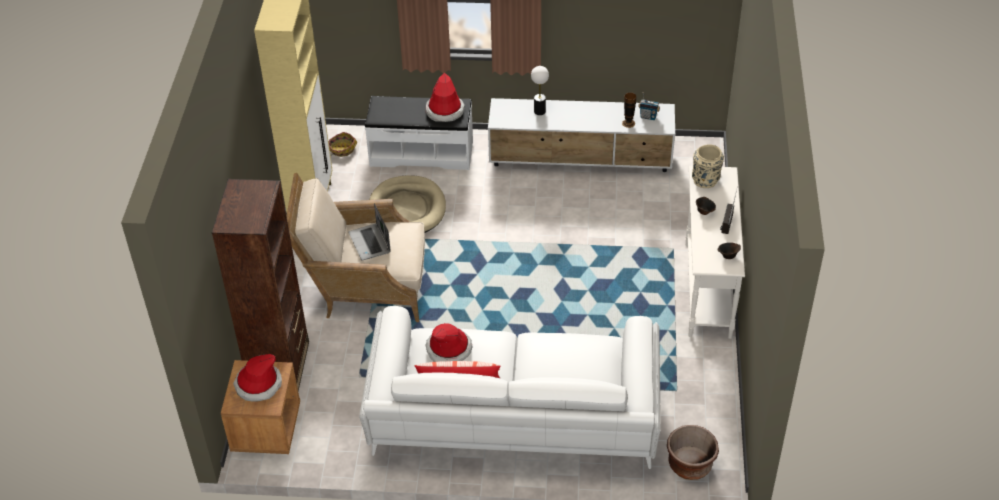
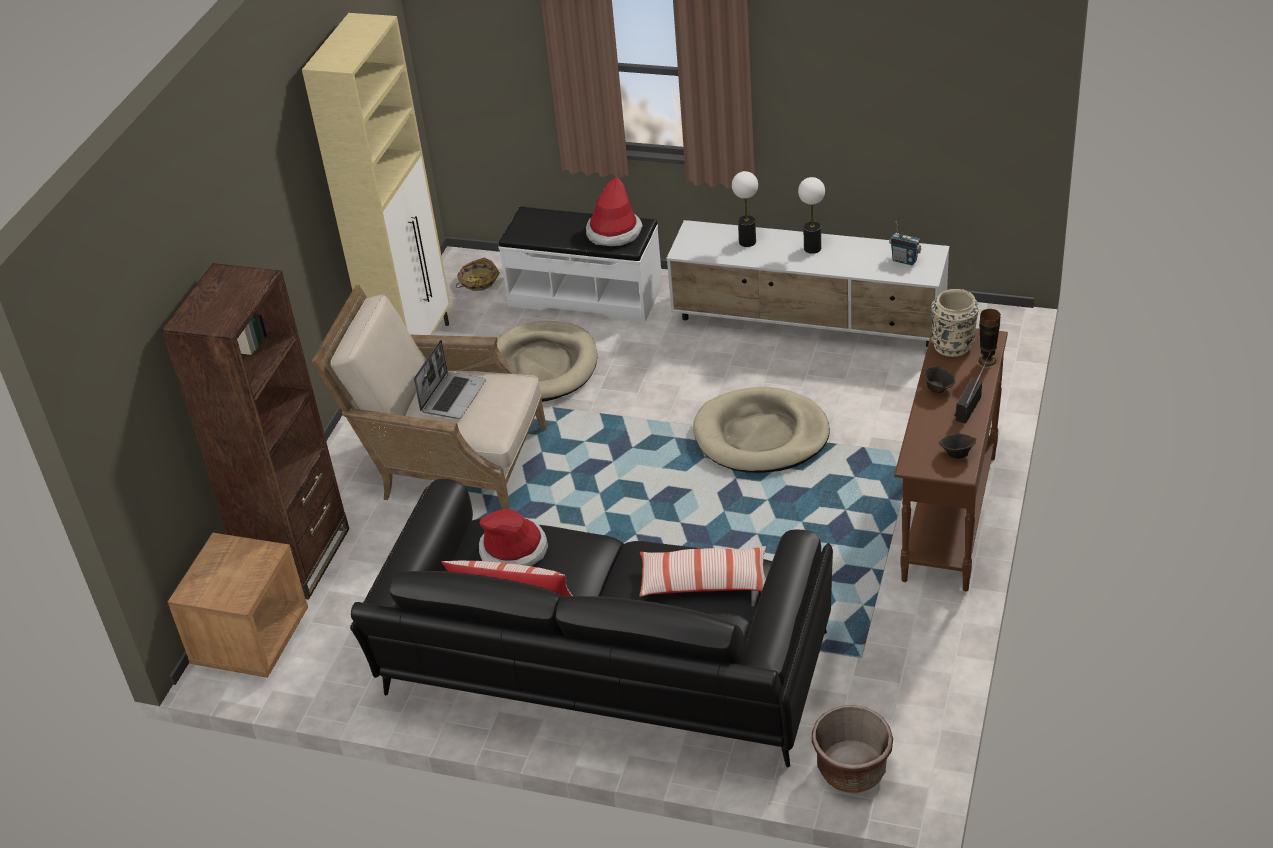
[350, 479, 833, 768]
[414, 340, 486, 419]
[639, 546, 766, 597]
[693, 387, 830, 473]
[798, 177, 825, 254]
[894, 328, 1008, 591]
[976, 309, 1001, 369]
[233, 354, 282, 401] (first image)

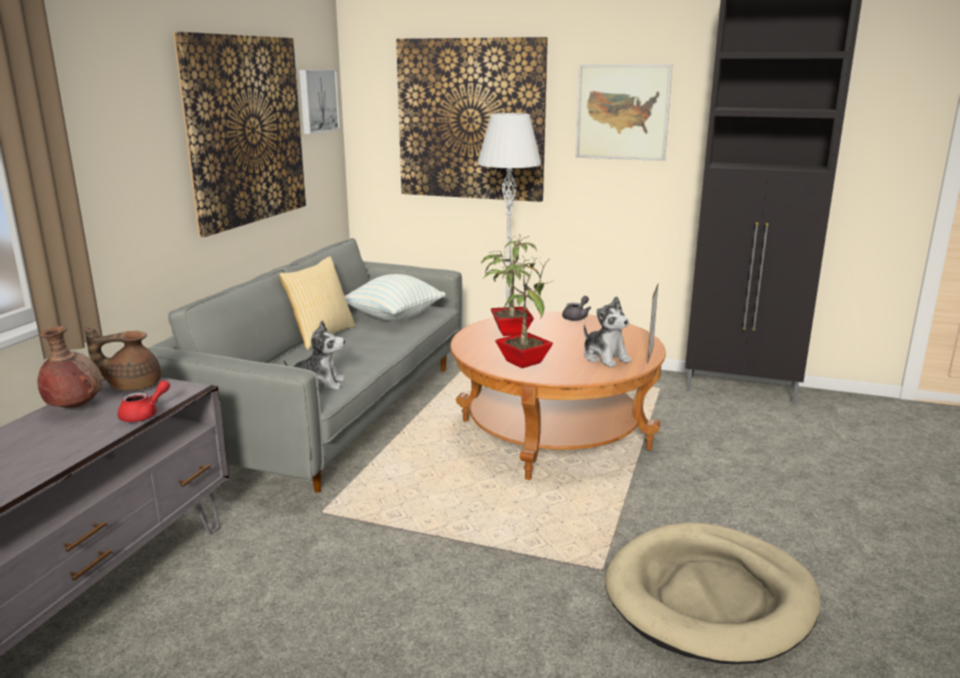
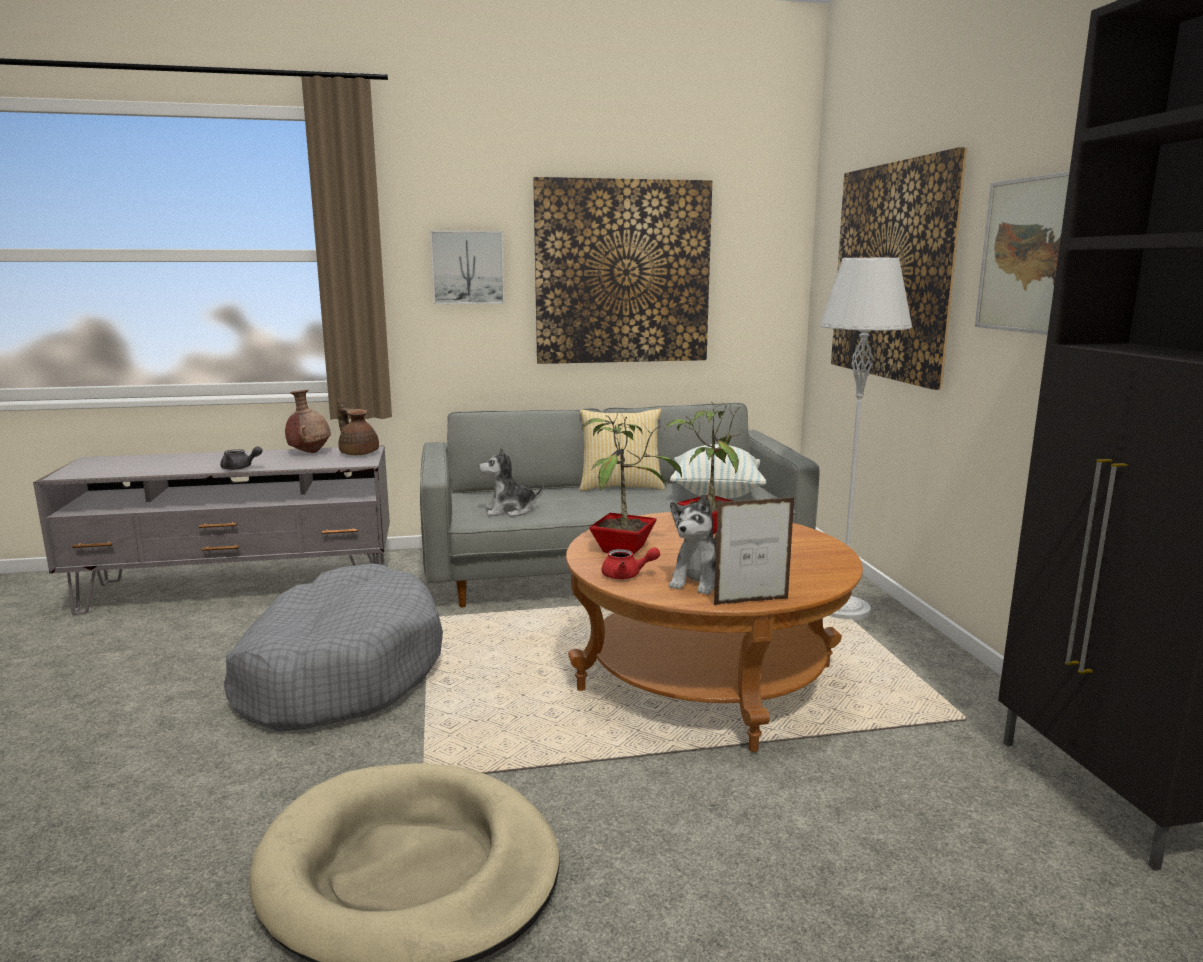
[220, 446, 262, 470]
[224, 563, 443, 732]
[430, 231, 505, 304]
[479, 447, 544, 517]
[601, 547, 660, 579]

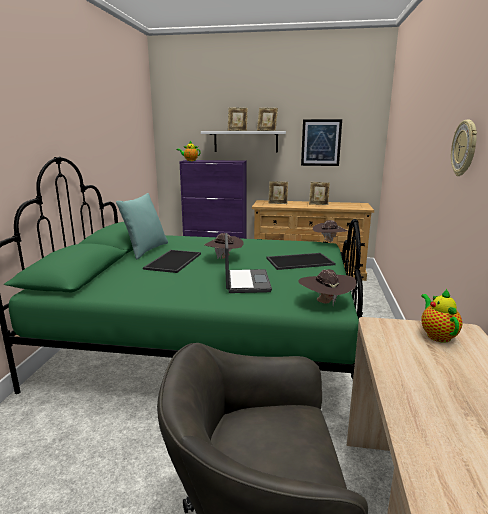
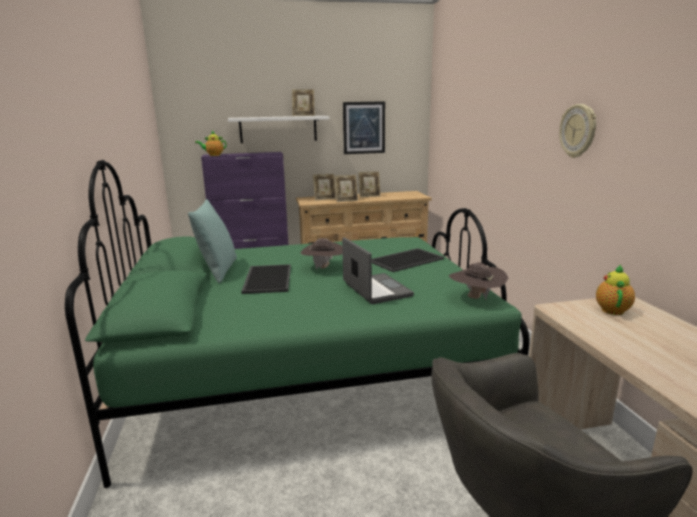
[334, 175, 358, 202]
[596, 264, 635, 315]
[313, 220, 347, 243] (first image)

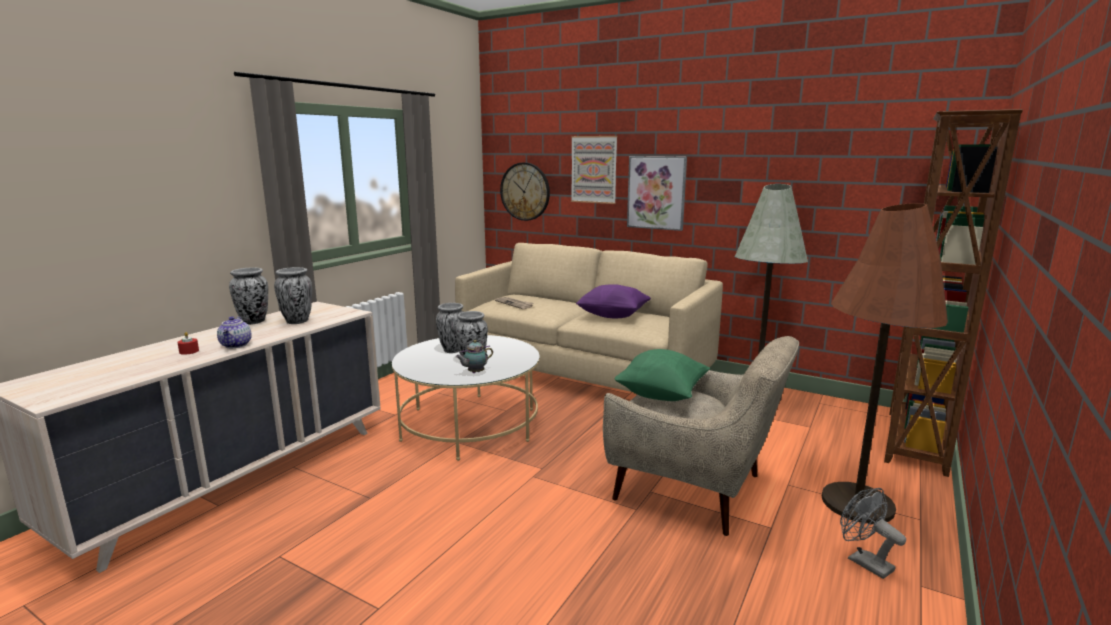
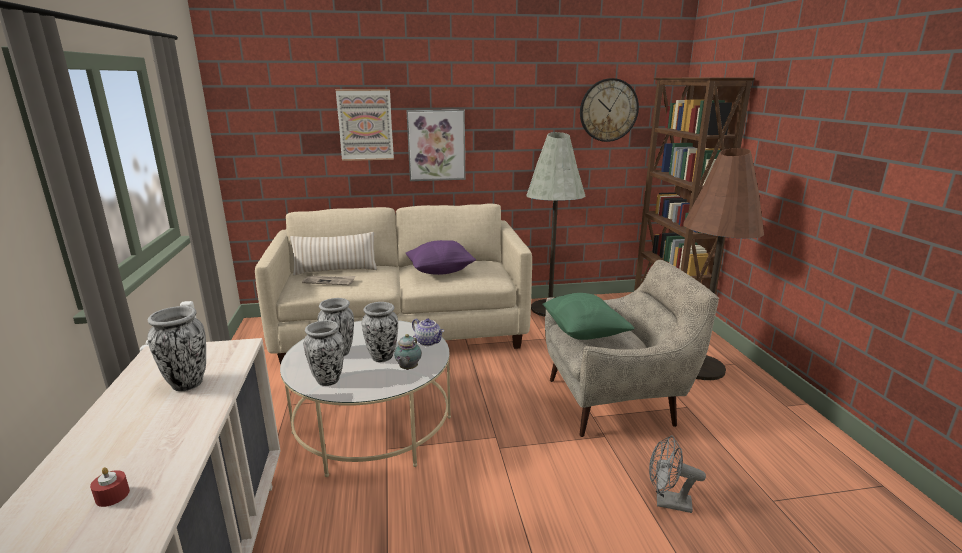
[290, 232, 377, 276]
[304, 320, 344, 386]
[412, 318, 444, 346]
[580, 78, 639, 142]
[649, 435, 706, 513]

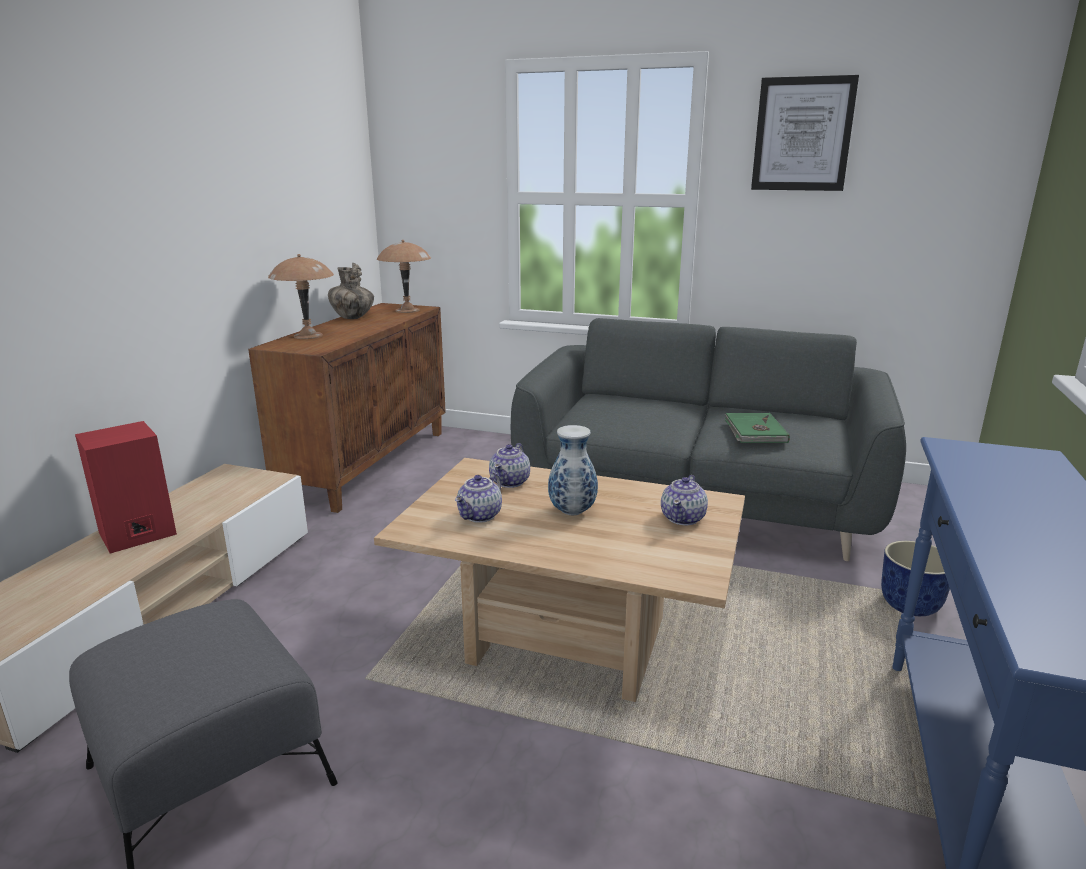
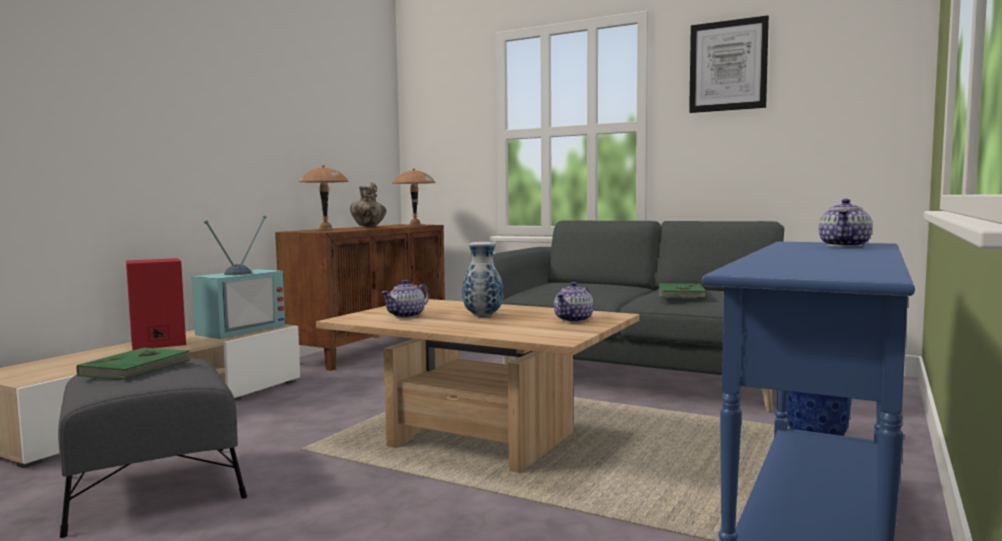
[76, 347, 194, 380]
[192, 215, 285, 339]
[819, 199, 872, 247]

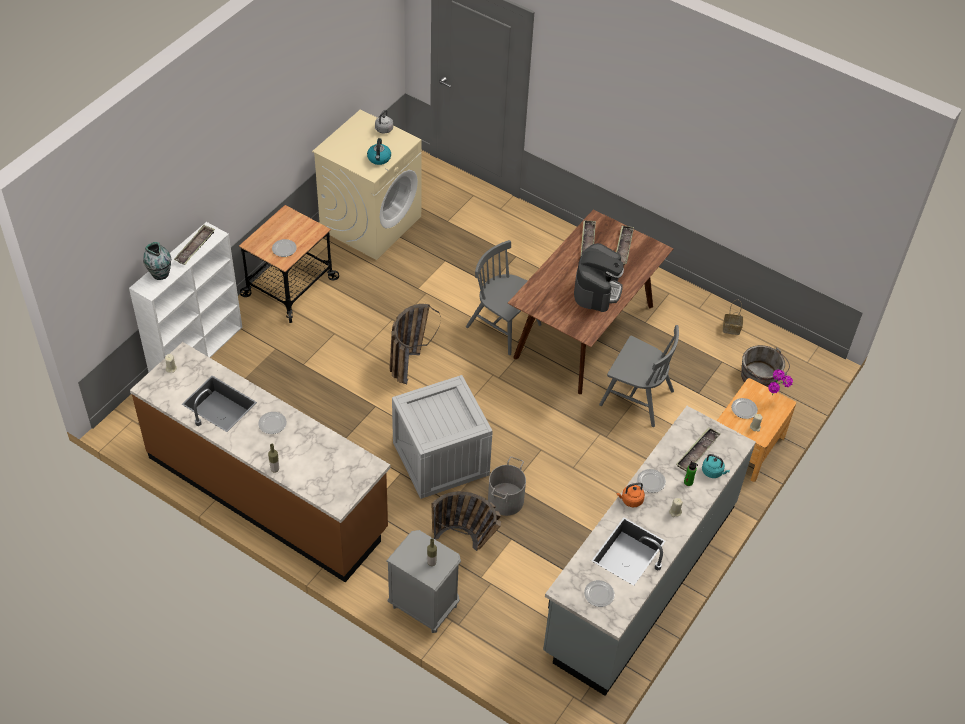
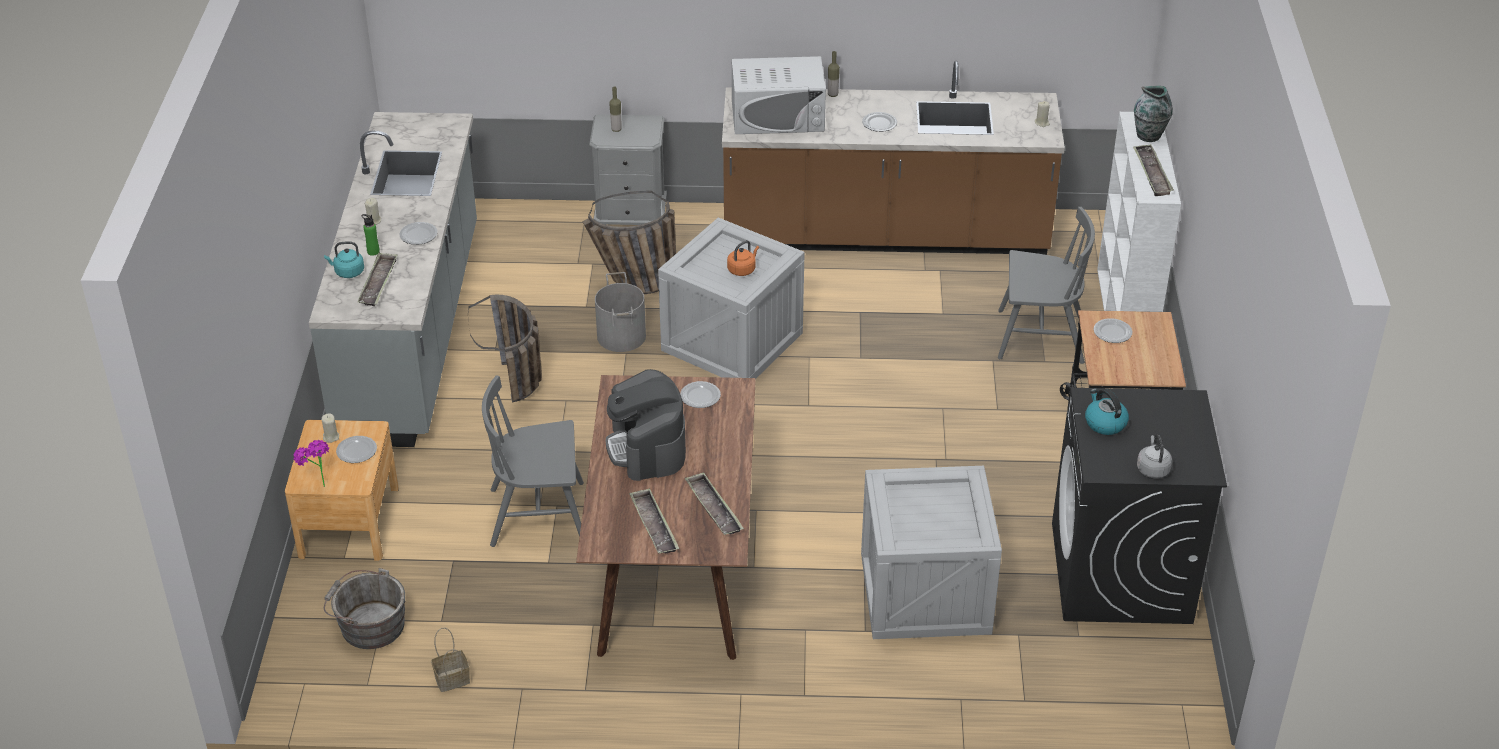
[468, 294, 542, 403]
[680, 381, 721, 408]
[727, 240, 759, 276]
[732, 56, 826, 134]
[861, 466, 1002, 639]
[998, 207, 1095, 364]
[1052, 388, 1227, 624]

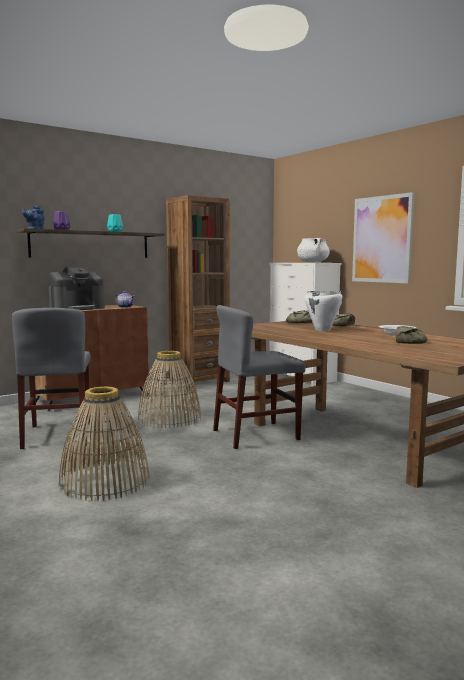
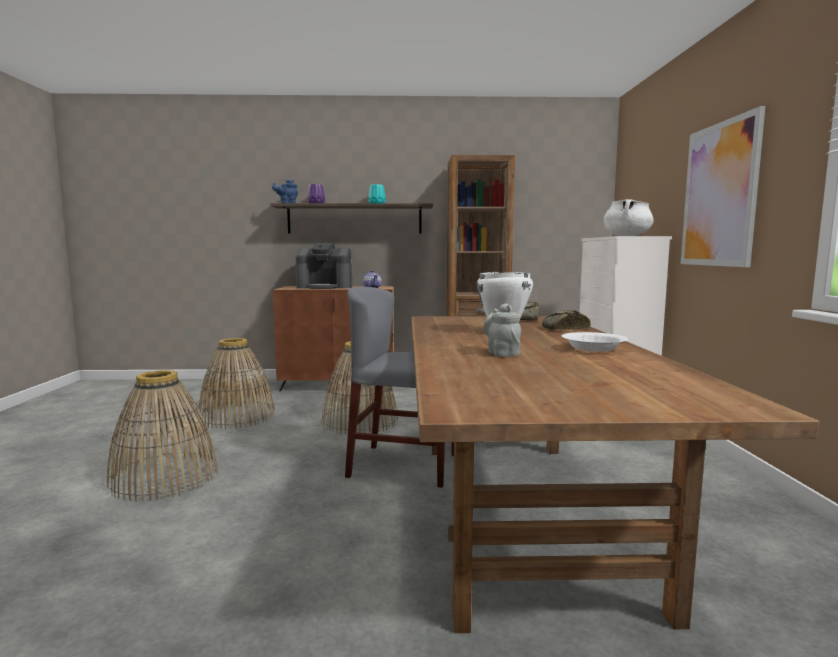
[197, 338, 275, 429]
[483, 303, 521, 357]
[395, 326, 427, 344] (first image)

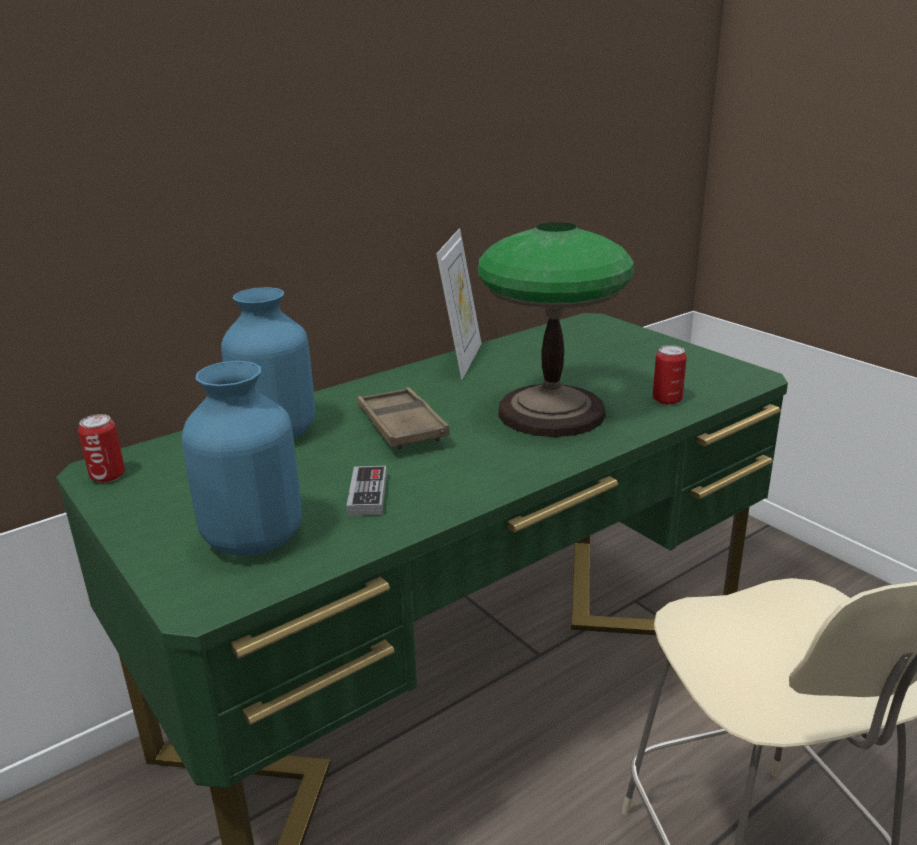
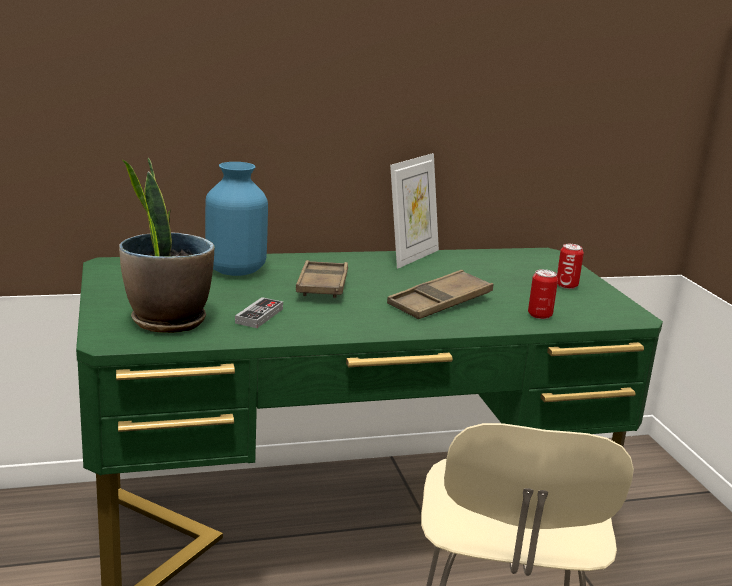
[119, 158, 214, 333]
[387, 270, 493, 319]
[557, 244, 584, 289]

